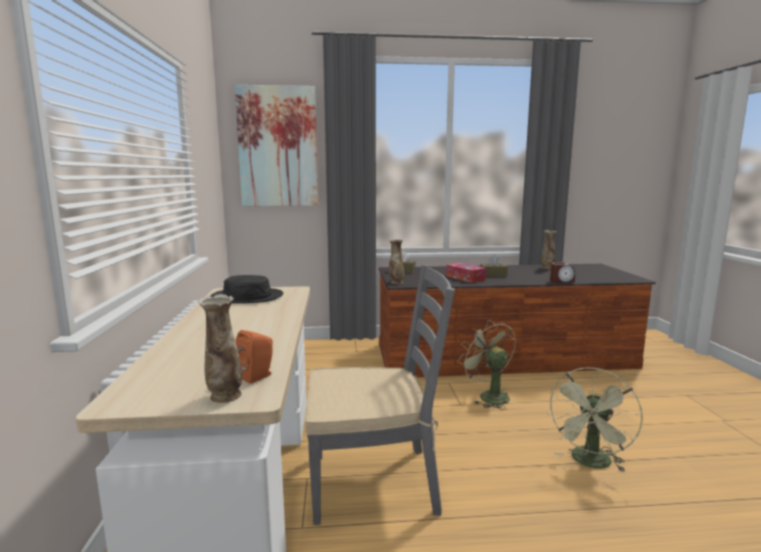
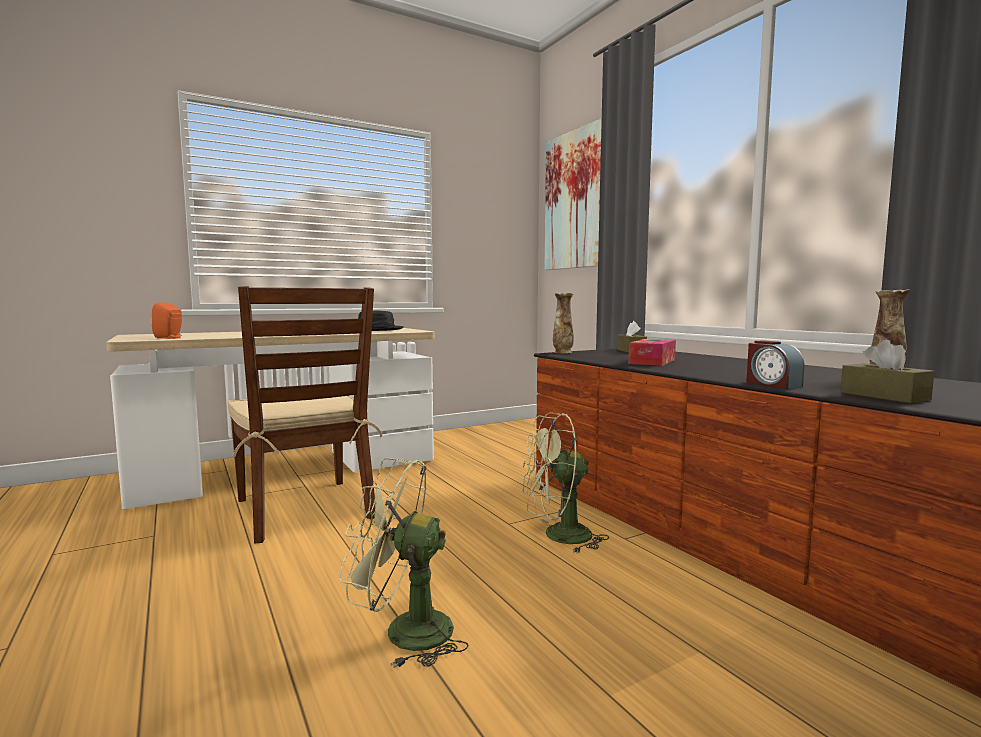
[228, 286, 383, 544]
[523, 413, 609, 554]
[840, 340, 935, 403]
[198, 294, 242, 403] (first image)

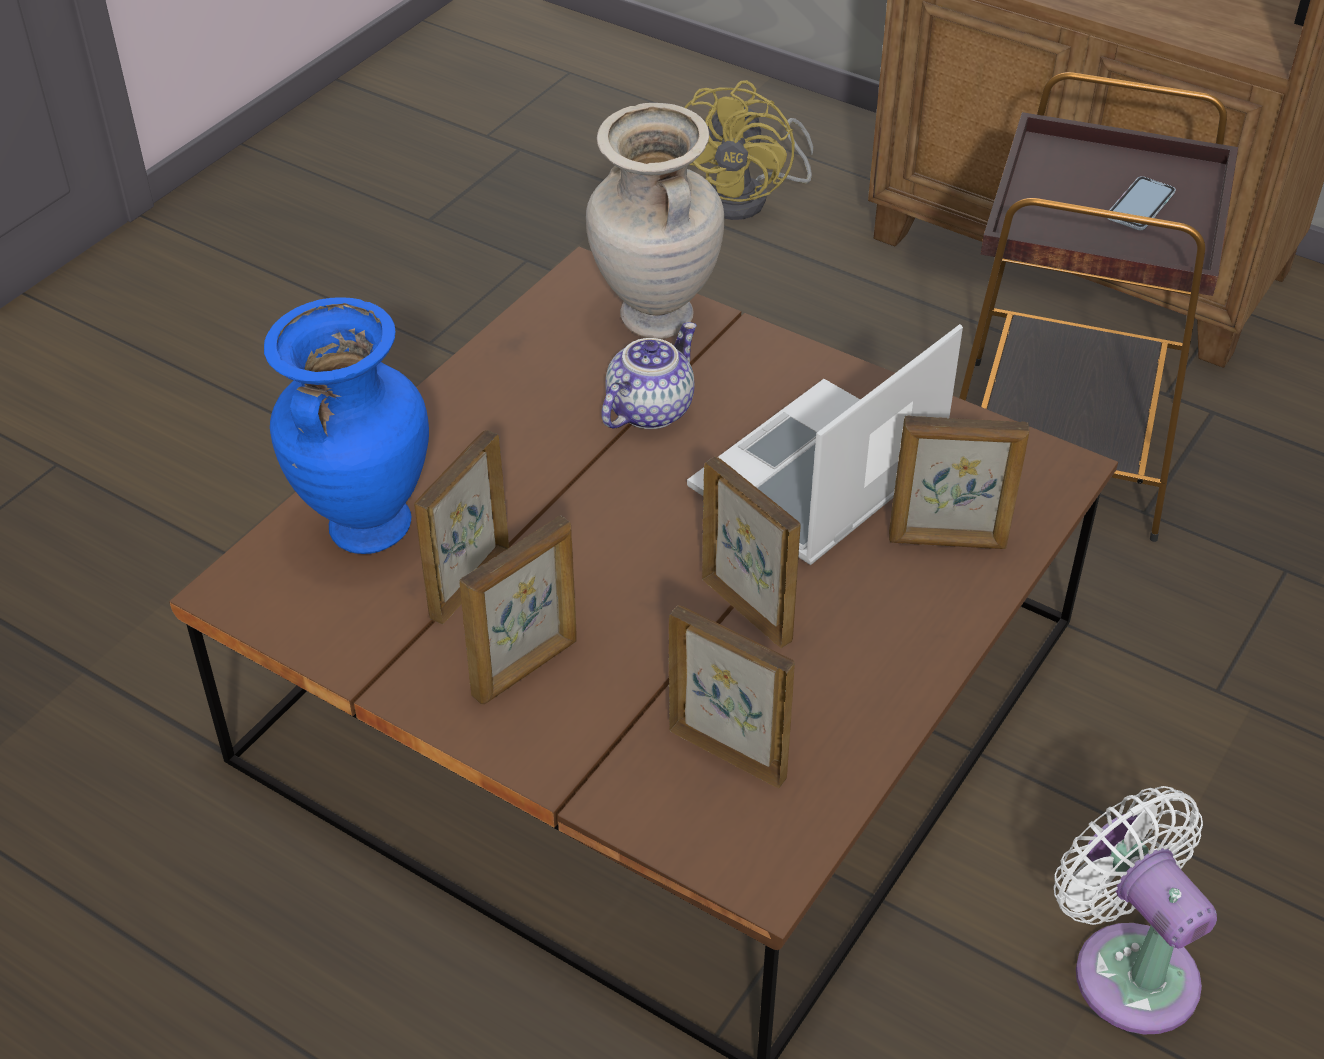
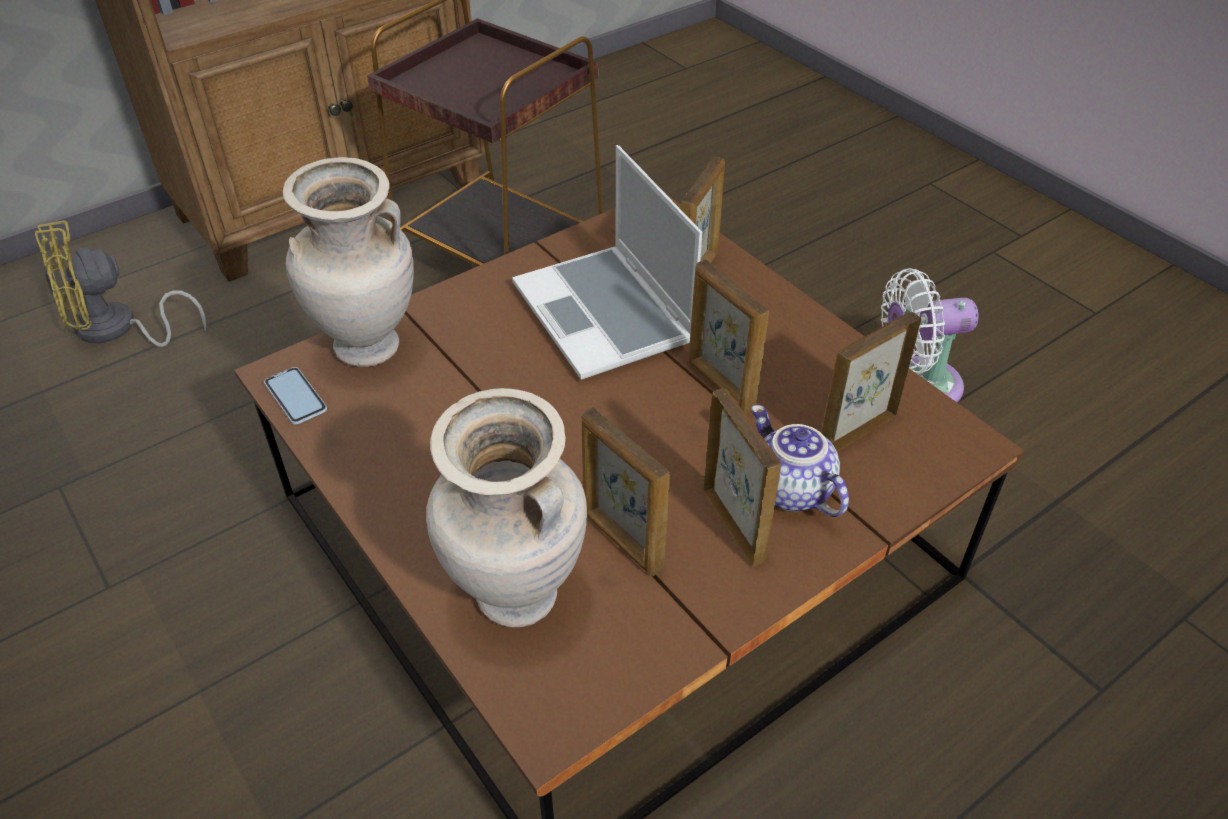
[35, 220, 207, 347]
[264, 367, 327, 425]
[426, 388, 587, 627]
[688, 260, 769, 413]
[752, 405, 849, 517]

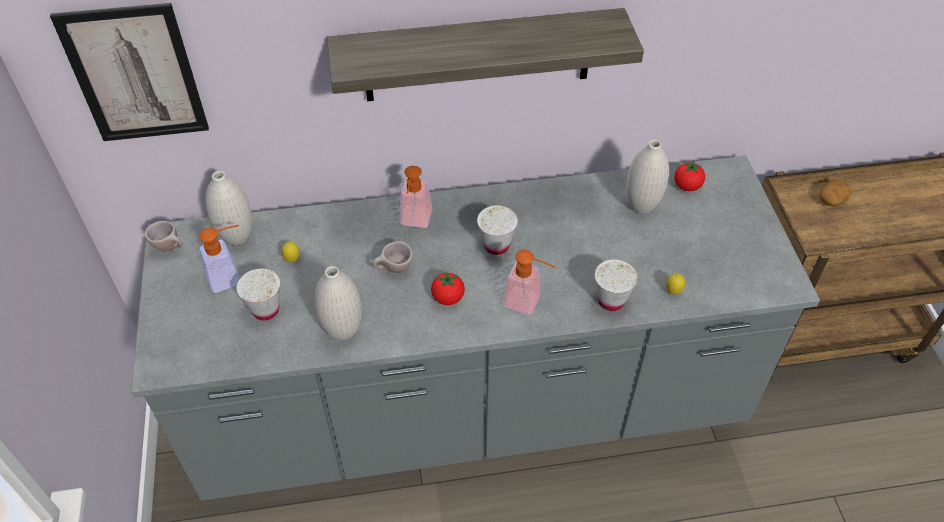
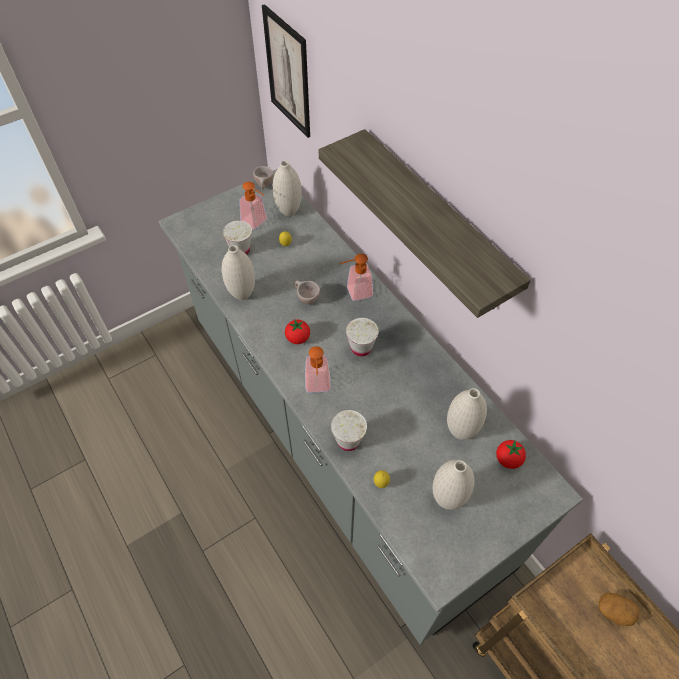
[433, 460, 474, 510]

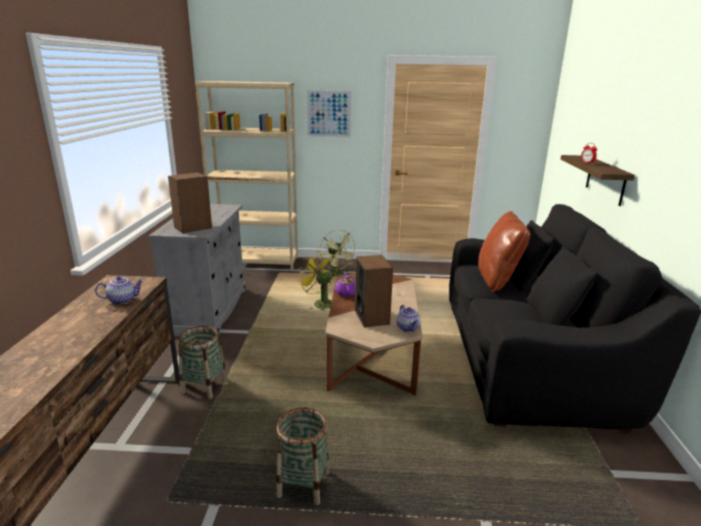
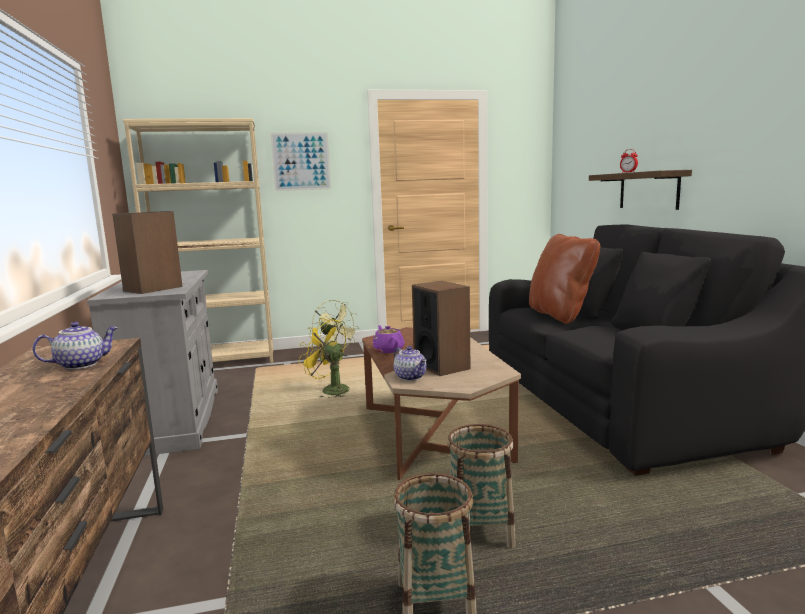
[394, 346, 427, 381]
[447, 424, 516, 549]

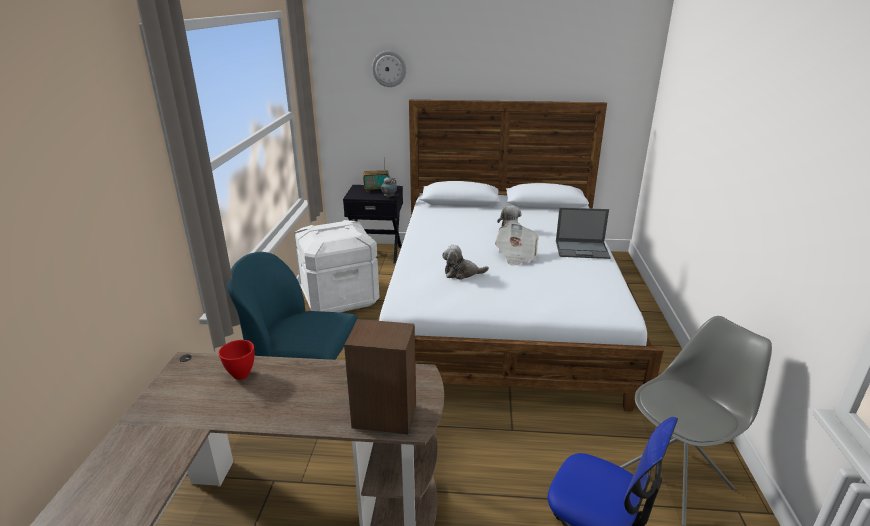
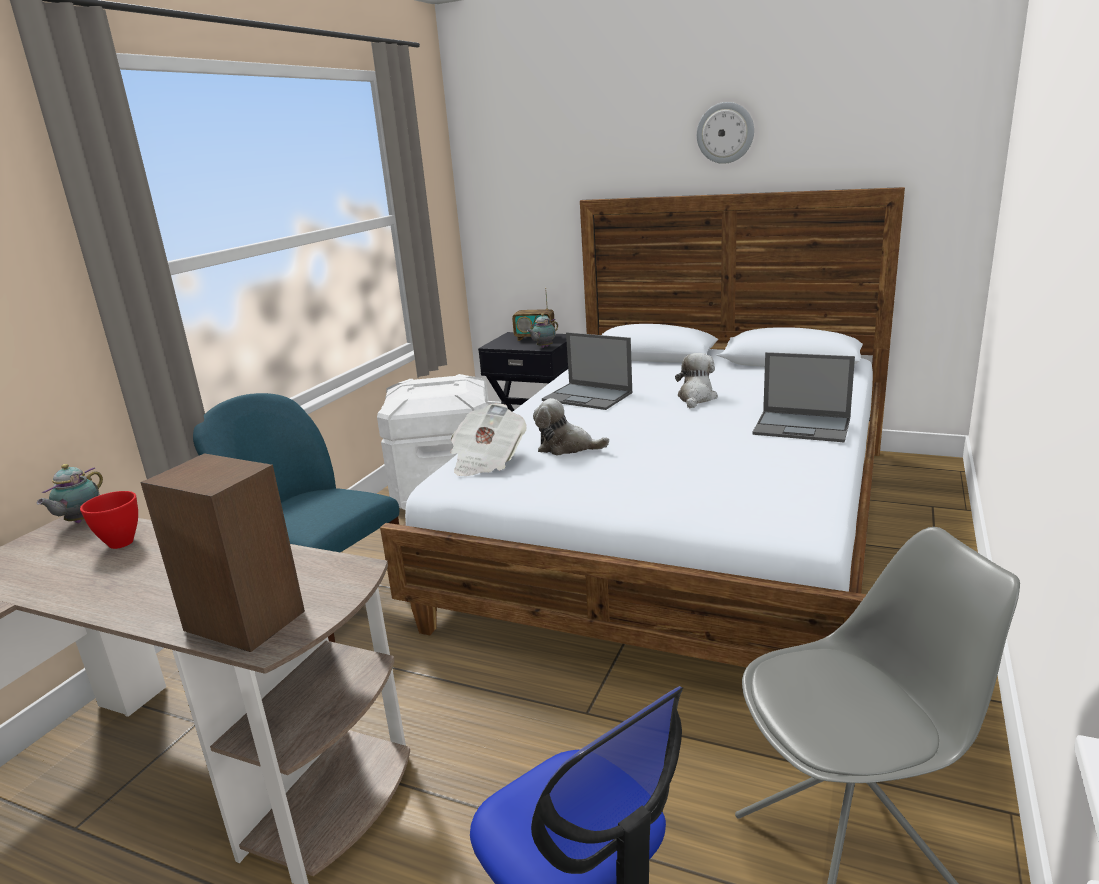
[36, 464, 103, 523]
[450, 403, 527, 476]
[542, 332, 633, 410]
[697, 102, 754, 164]

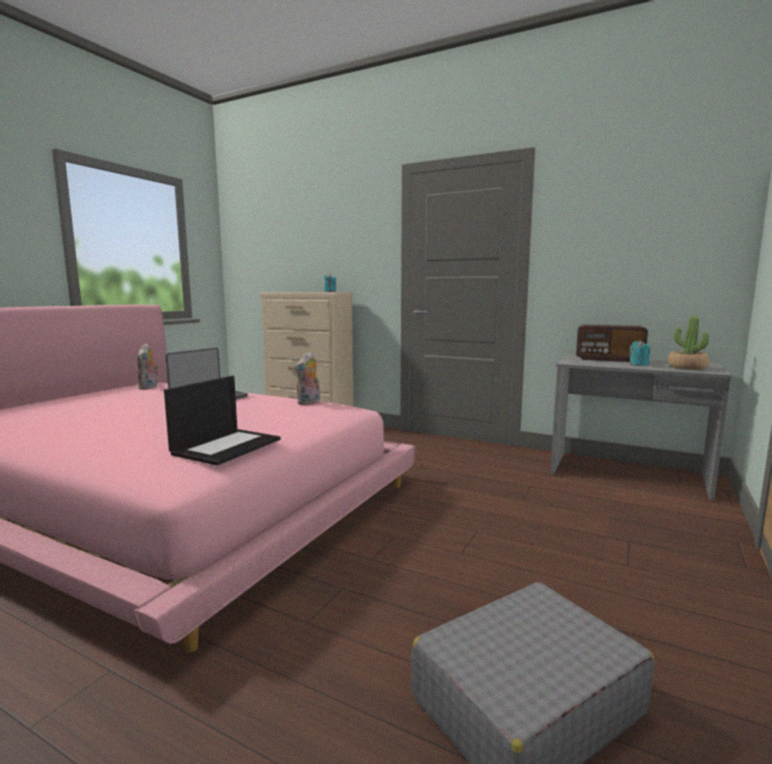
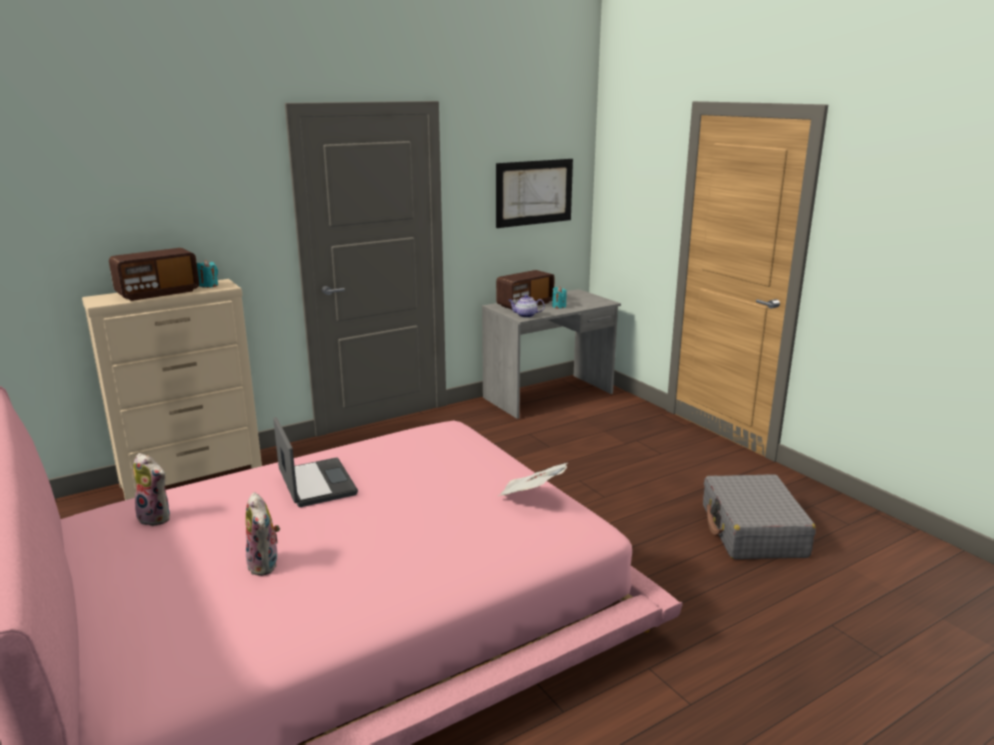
[109, 248, 199, 301]
[246, 492, 280, 576]
[496, 159, 573, 228]
[498, 463, 567, 496]
[509, 295, 545, 318]
[668, 316, 709, 370] (first image)

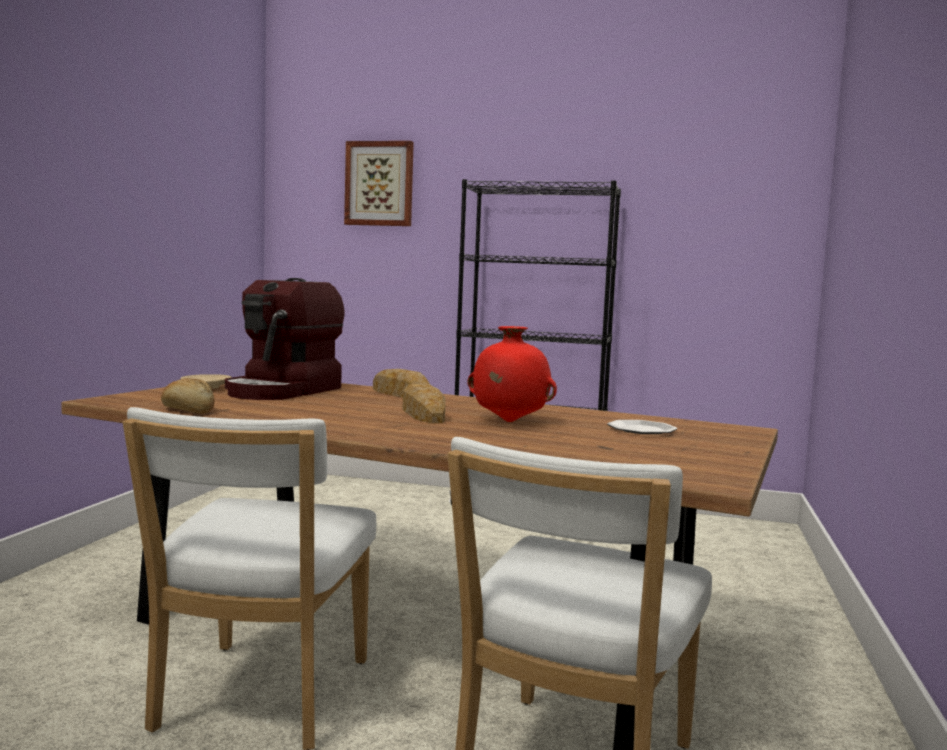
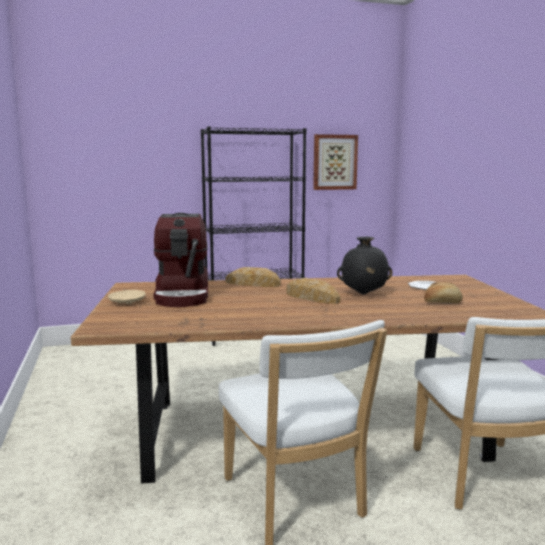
[313, 134, 358, 190]
[337, 237, 392, 294]
[424, 282, 463, 303]

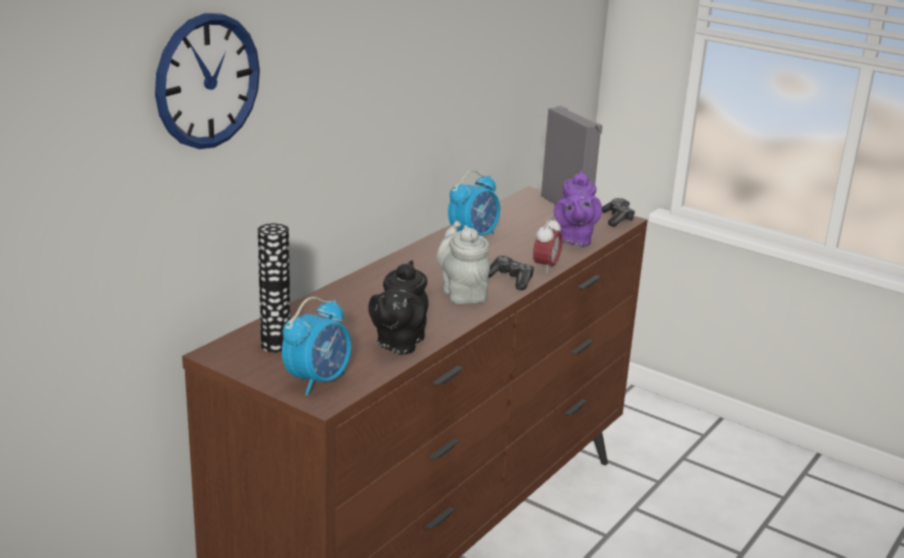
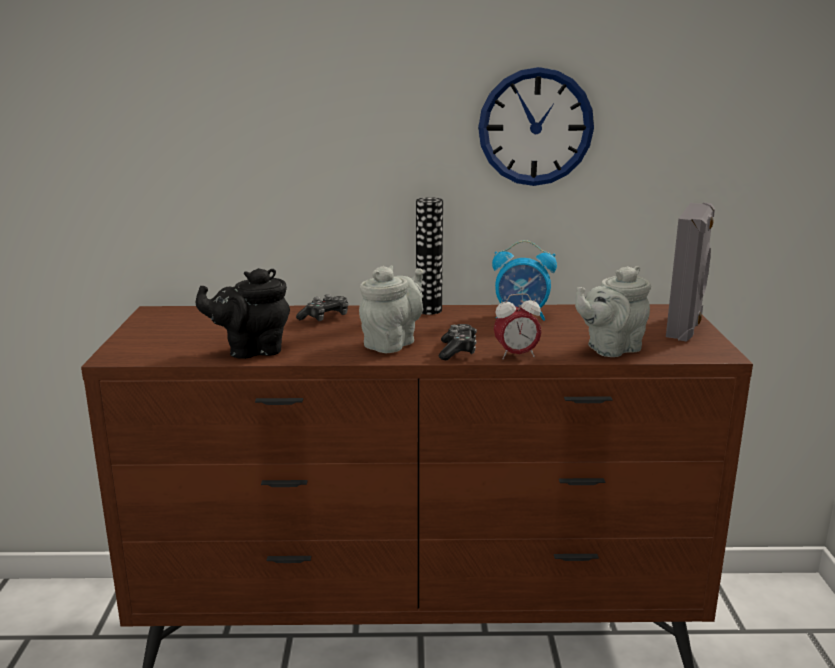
[296, 294, 348, 321]
[416, 197, 443, 315]
[478, 67, 594, 186]
[575, 266, 651, 357]
[282, 297, 351, 396] (first image)

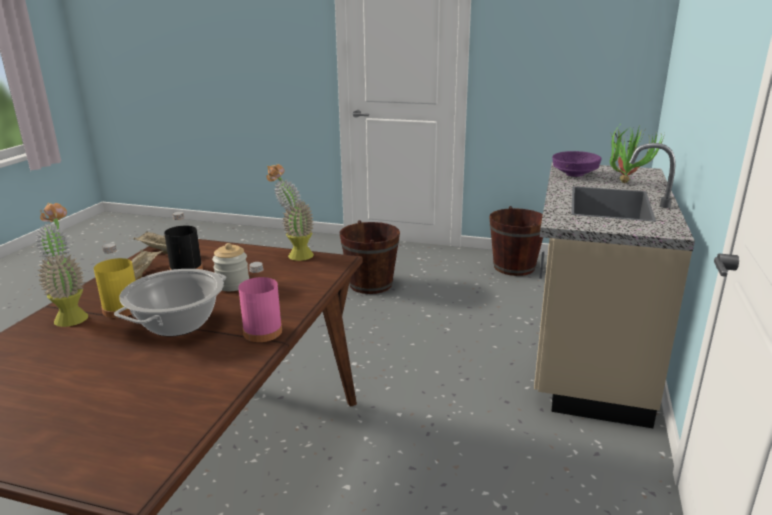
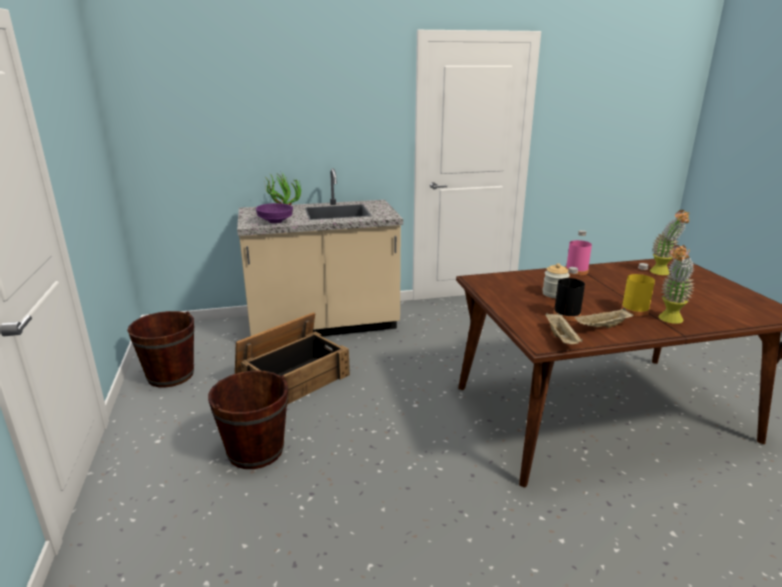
[235, 312, 350, 405]
[650, 210, 689, 275]
[114, 269, 226, 336] (first image)

